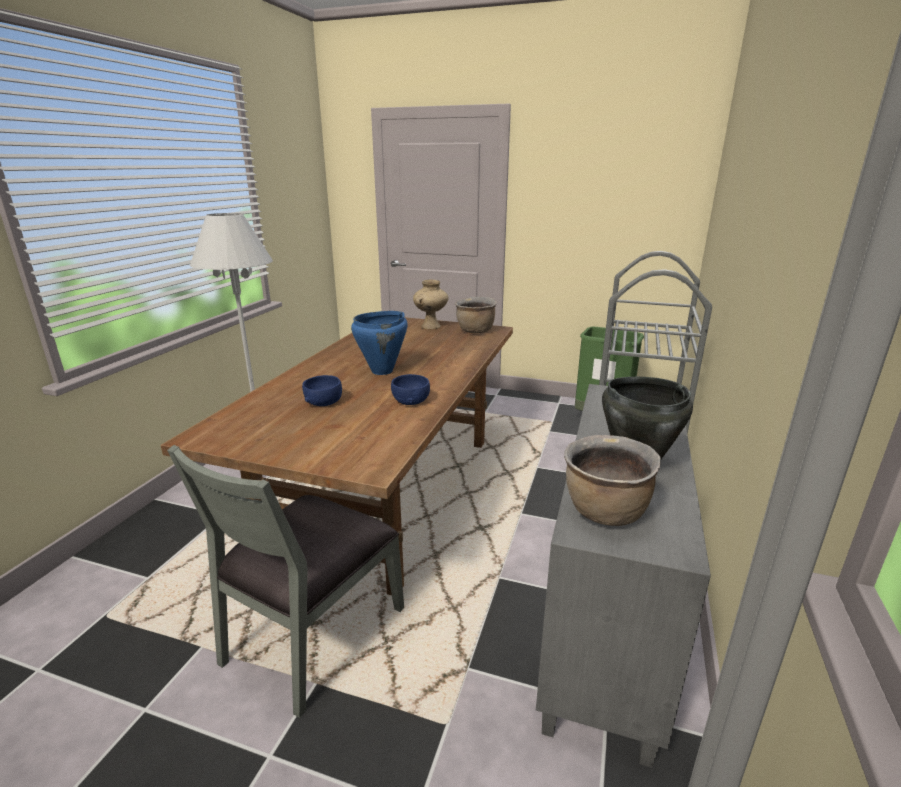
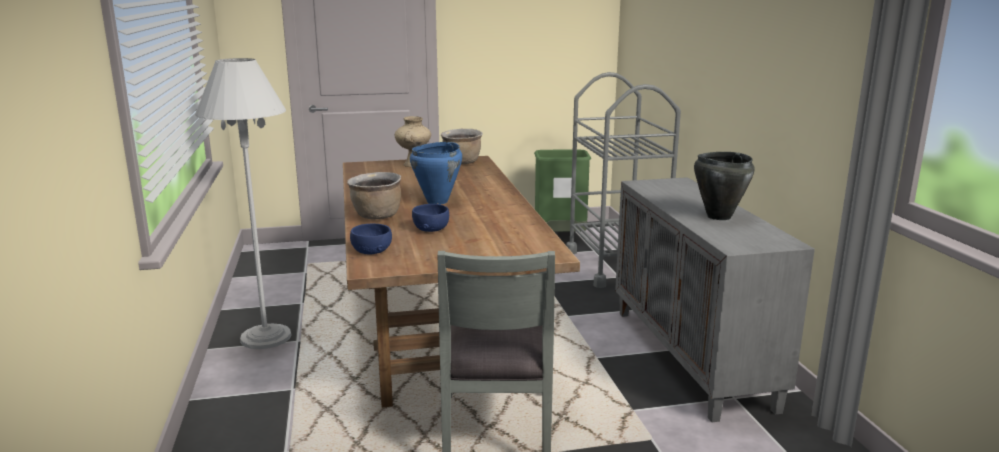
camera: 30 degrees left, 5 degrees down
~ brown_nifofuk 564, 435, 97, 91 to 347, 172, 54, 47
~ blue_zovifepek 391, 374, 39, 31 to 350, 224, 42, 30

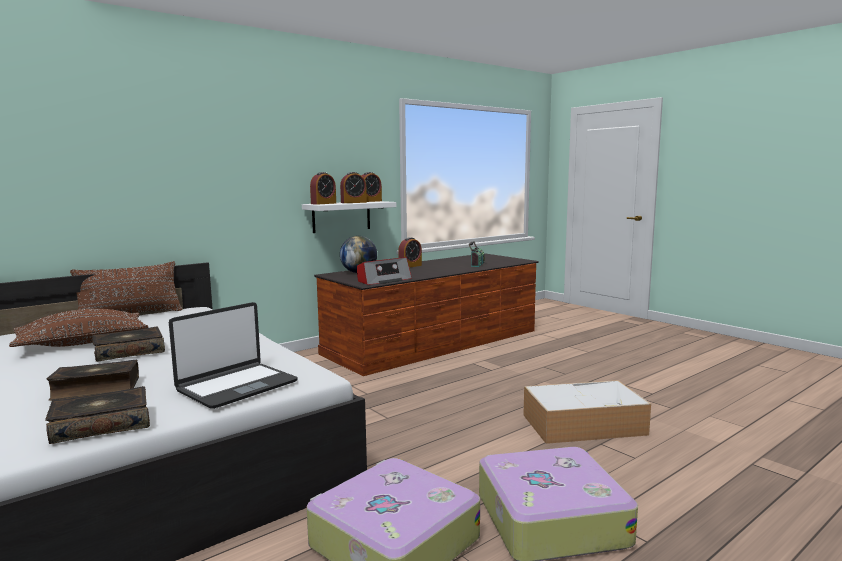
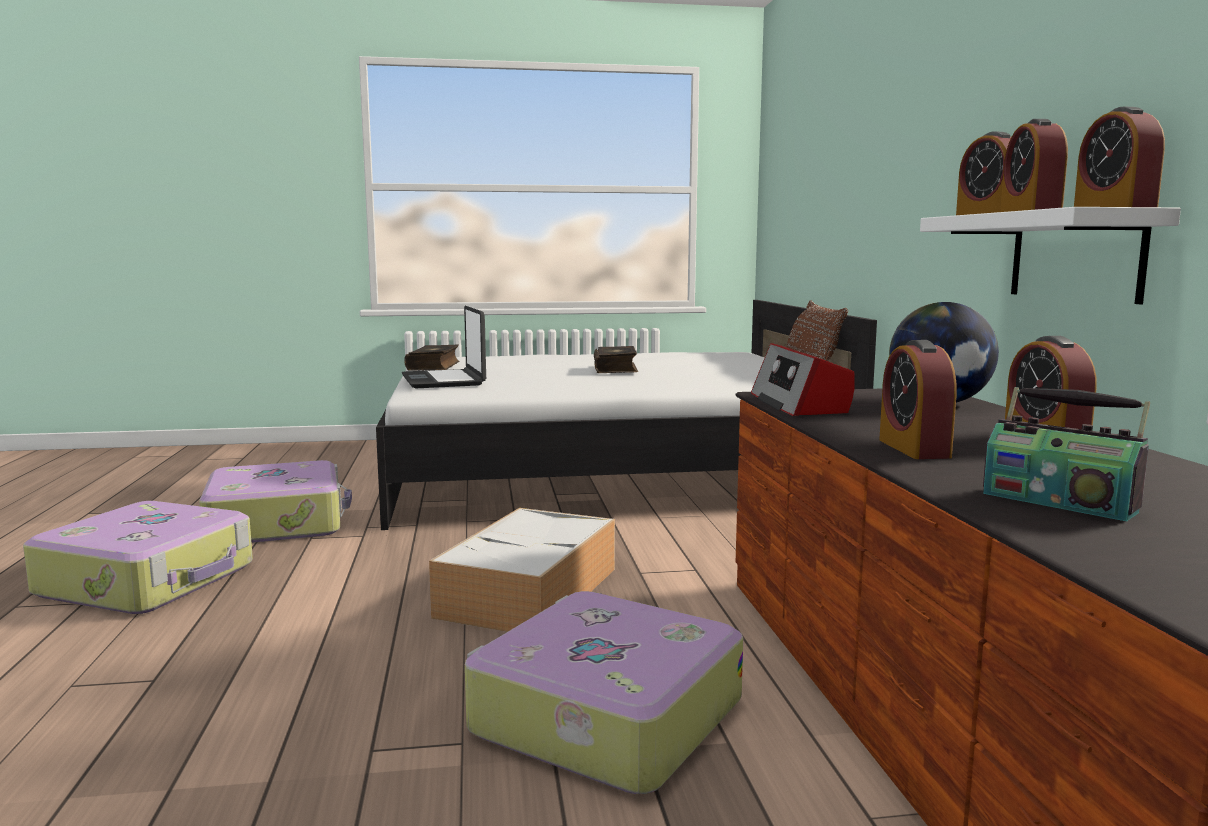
camera: 120 degrees right, 0 degrees up
~ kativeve 524, 380, 127, 64 to 429, 508, 186, 124
+ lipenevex 465, 591, 278, 203
+ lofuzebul 879, 340, 78, 119
- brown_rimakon 9, 309, 139, 38
- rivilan 46, 359, 93, 42

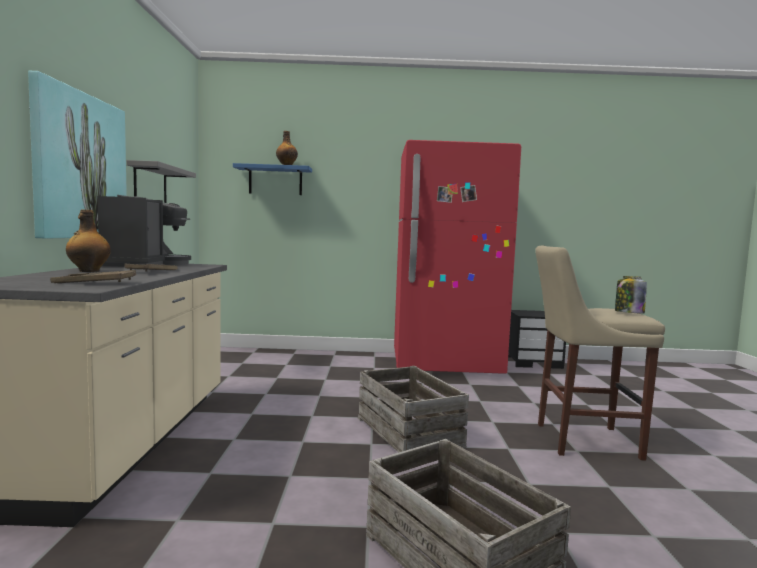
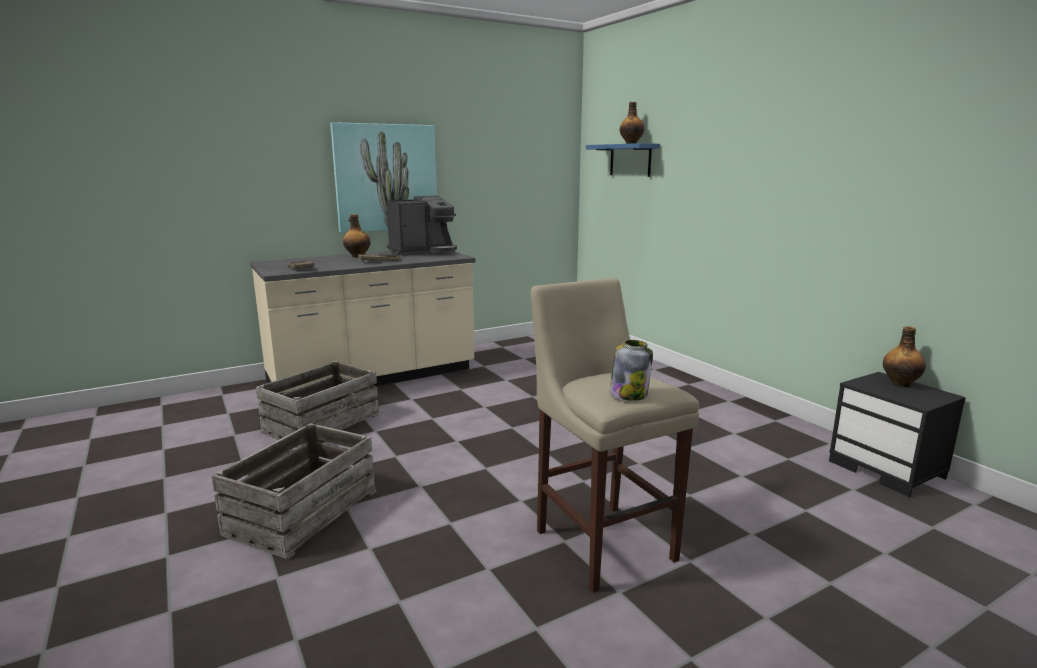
camera: 60 degrees right, 10 degrees up
~ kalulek 358, 366, 111, 87 to 256, 361, 123, 87
+ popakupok 883, 326, 43, 61
- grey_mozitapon 127, 160, 69, 43
- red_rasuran 394, 140, 127, 234

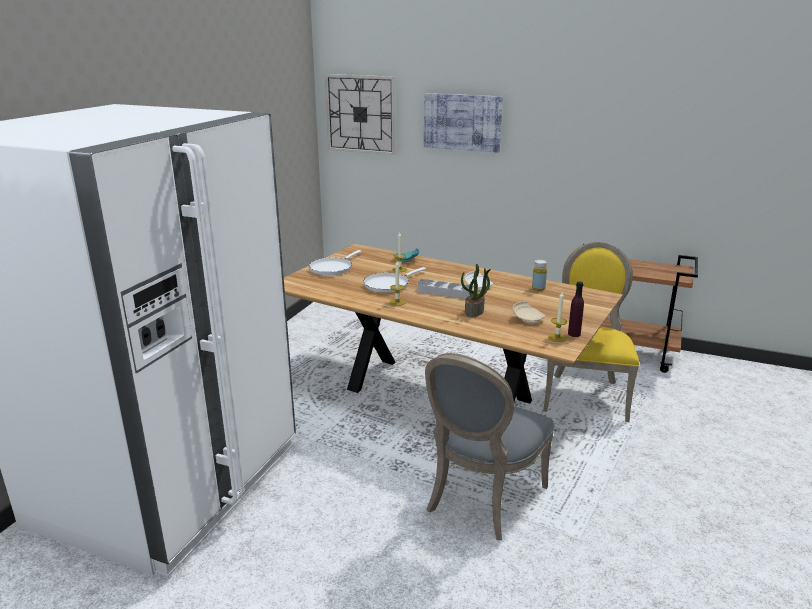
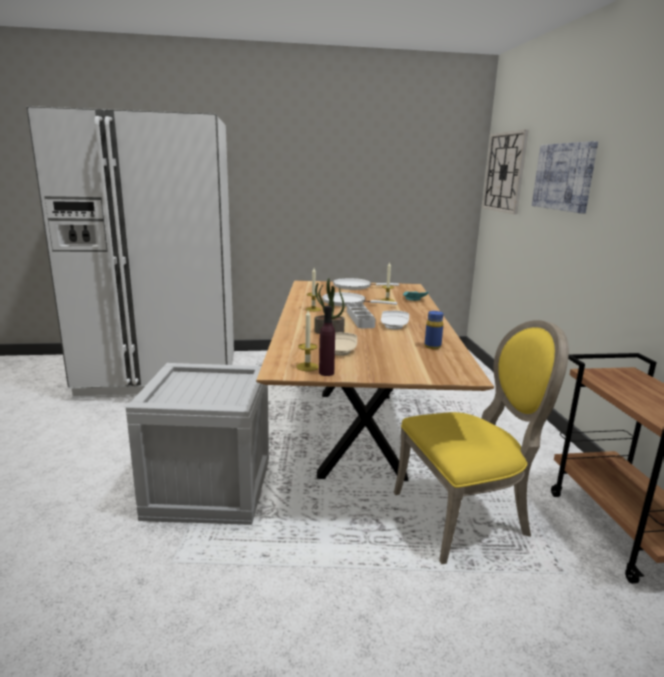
camera: 60 degrees right, 5 degrees down
~ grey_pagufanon 425, 353, 130, 187 to kalulek 126, 363, 143, 162
~ yellow_popakupok 532, 260, 15, 31 to blue_popakupok 425, 311, 18, 38

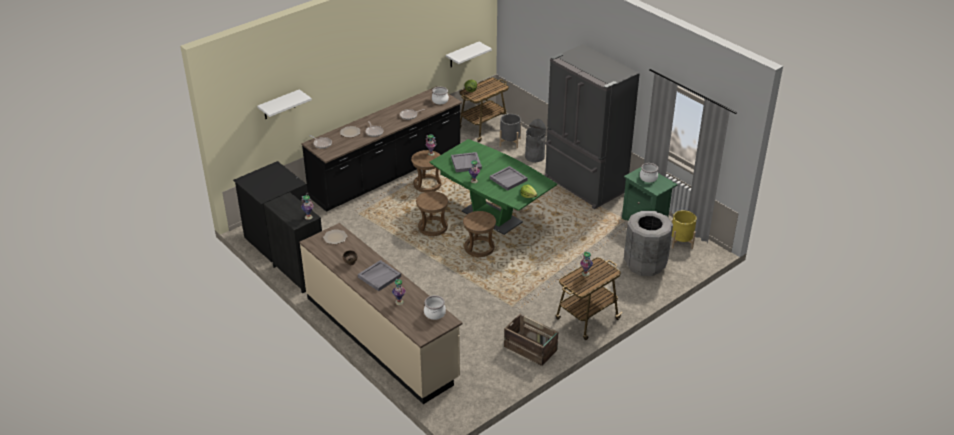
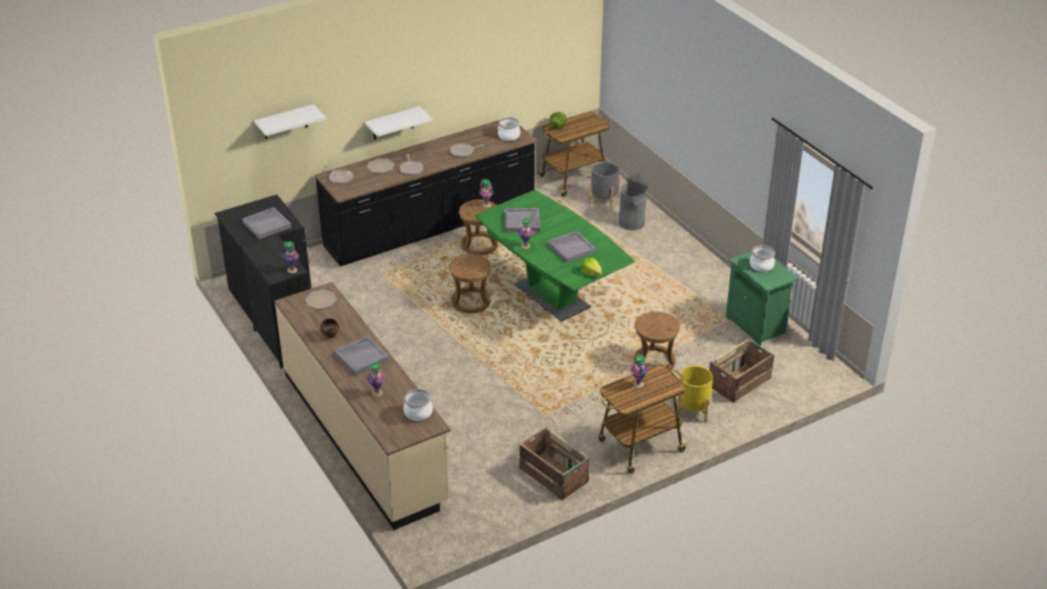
camera: 10 degrees right, 0 degrees up
+ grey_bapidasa 242, 207, 49, 32
~ white_mozitapon 446, 42, 46, 25 to 365, 106, 68, 33
~ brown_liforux 463, 211, 33, 46 to 634, 312, 46, 59
~ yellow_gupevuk 672, 210, 25, 39 to 677, 366, 36, 56
~ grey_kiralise 624, 211, 49, 65 to kalulek 709, 338, 65, 65
- grey_rasuran 545, 44, 95, 165

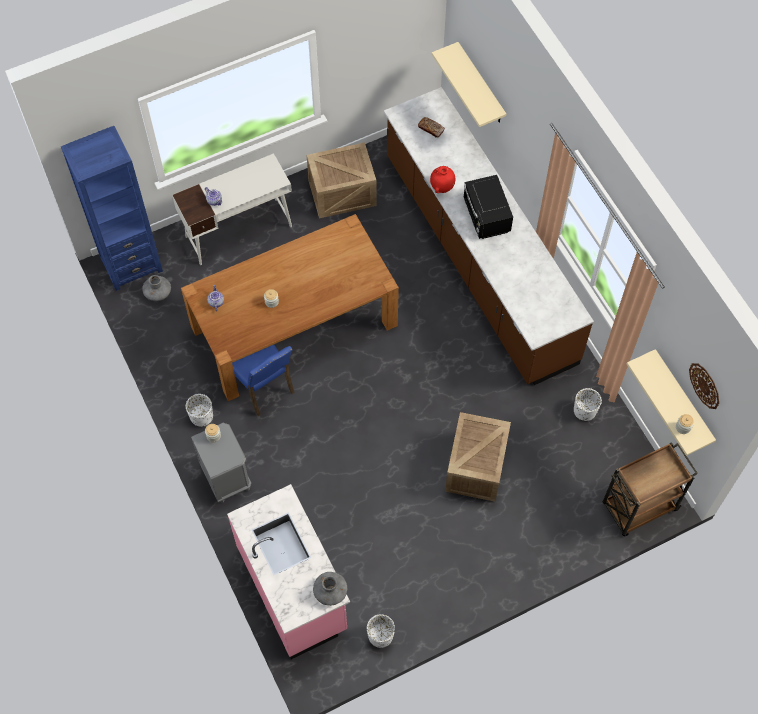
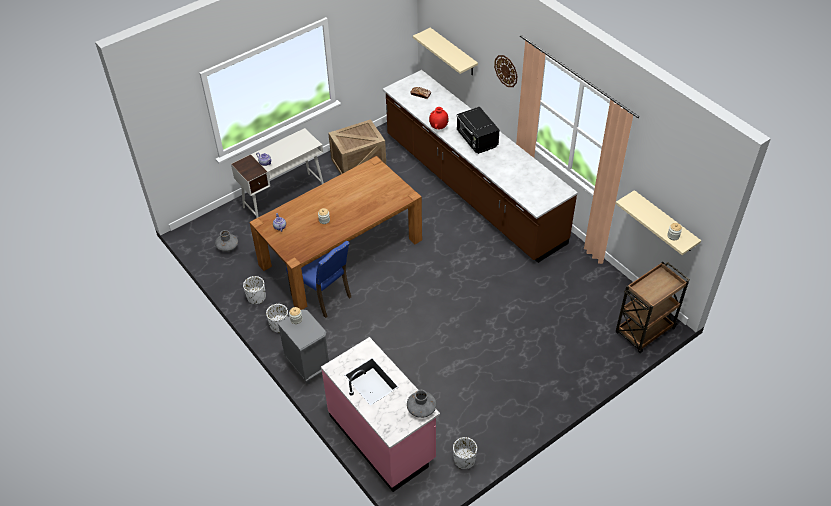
camera: 10 degrees left, 15 degrees down
~ white_gupevuk 574, 388, 28, 33 to 243, 276, 23, 28
~ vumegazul 689, 363, 30, 46 to 494, 55, 23, 32
- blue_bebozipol 61, 126, 102, 165
- kalulek 445, 412, 66, 90

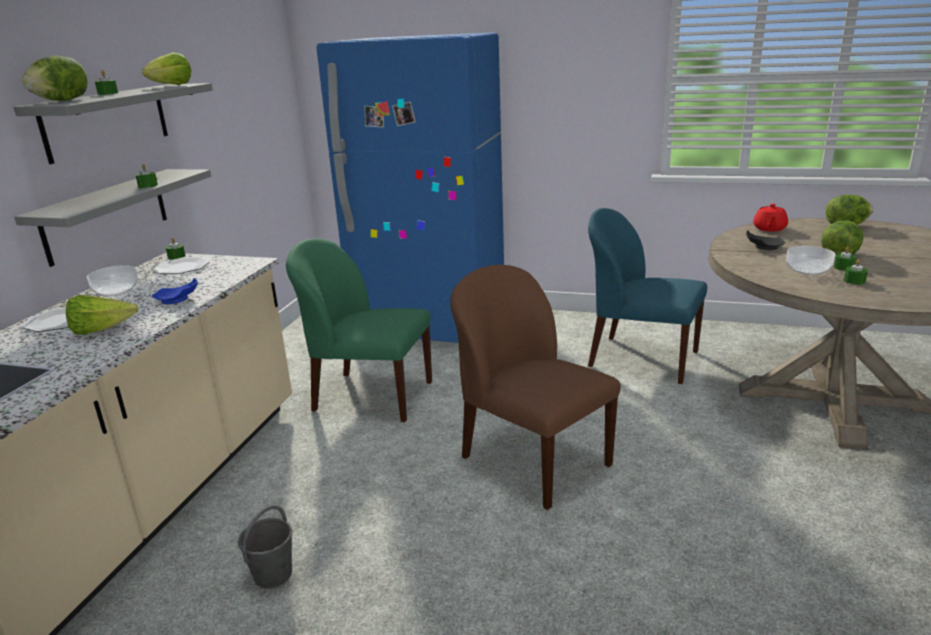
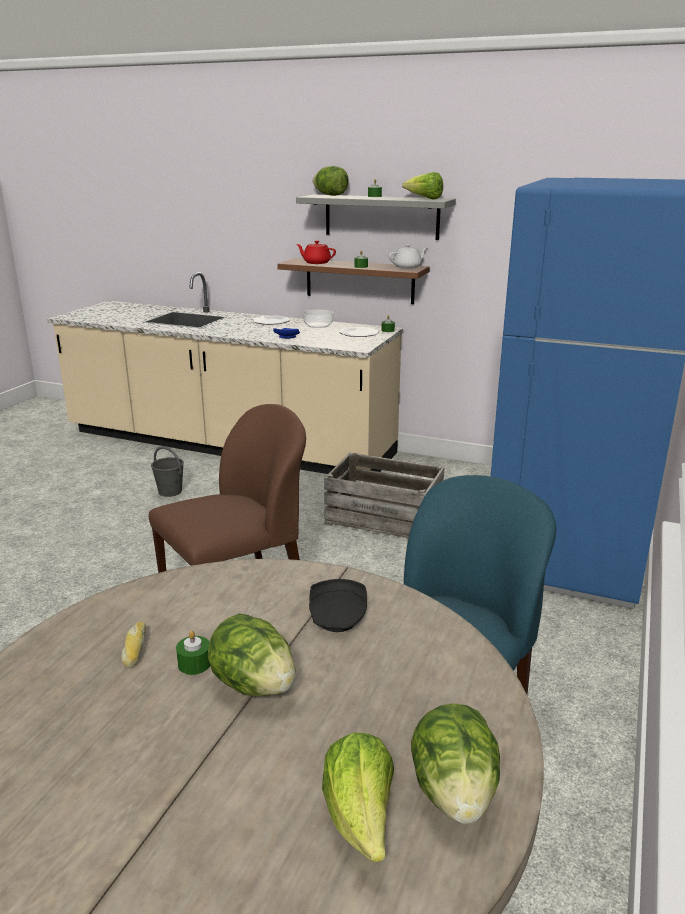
camera: 95 degrees right, 0 degrees up
~ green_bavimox 844, 259, 24, 26 to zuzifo 121, 622, 25, 46
~ grey_mozitapon 14, 169, 197, 98 to brown_mozitapon 277, 258, 153, 46
~ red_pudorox 753, 204, 35, 28 to 296, 241, 40, 23
~ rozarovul 66, 295, 72, 40 to 322, 732, 72, 131
~ green_pagufanon 286, 238, 146, 184 to kalulek 324, 452, 121, 86
+ white_pudorox 389, 244, 38, 25
- zovifepek 786, 246, 50, 29

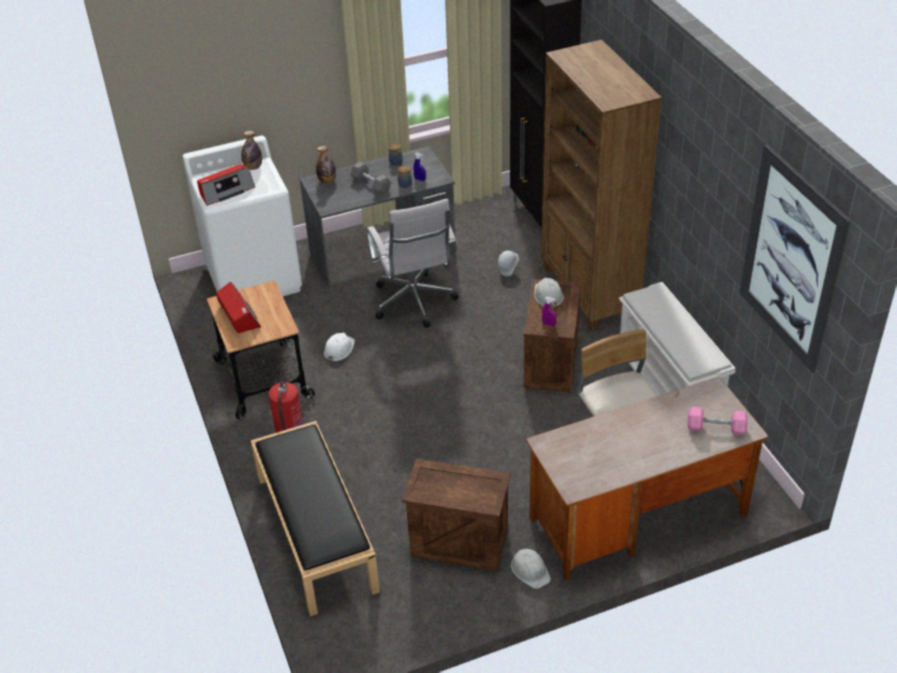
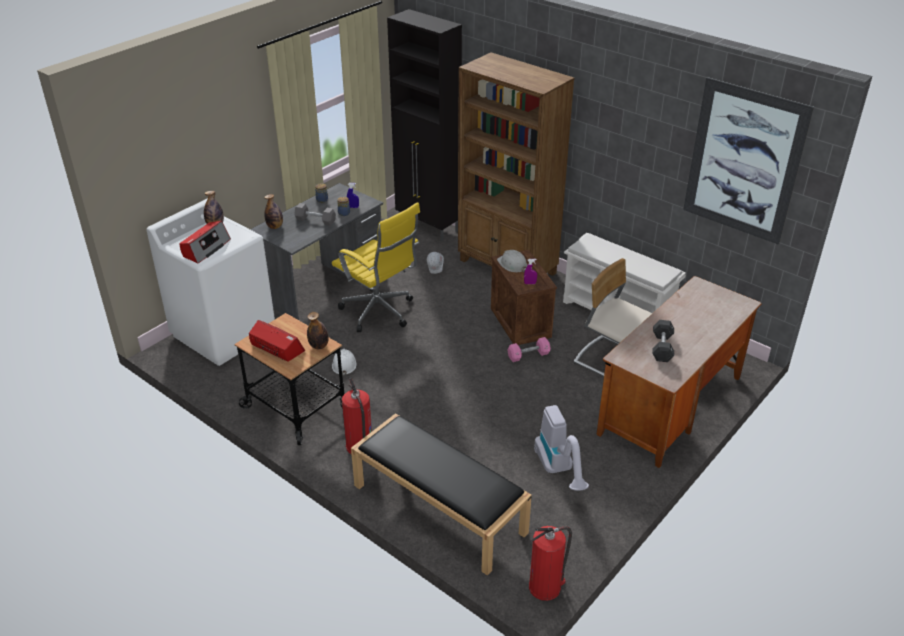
camera: 30 degrees left, 5 degrees down
+ popakupok 307, 312, 22, 37
~ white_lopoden 367, 198, 92, 130 to yellow_lopoden 332, 202, 88, 130
~ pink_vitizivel 688, 407, 60, 28 to 508, 337, 43, 25
+ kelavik 529, 526, 43, 75
~ kalulek 402, 458, 109, 113 to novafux 534, 405, 55, 86
+ black_vitizivel 652, 320, 22, 42
- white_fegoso 511, 549, 40, 40

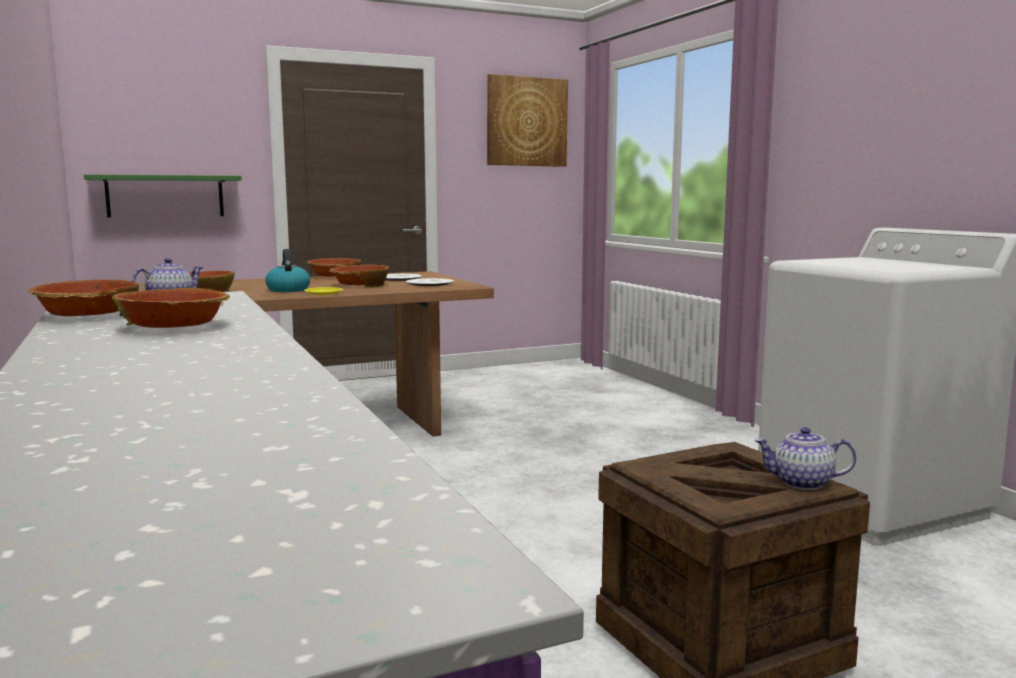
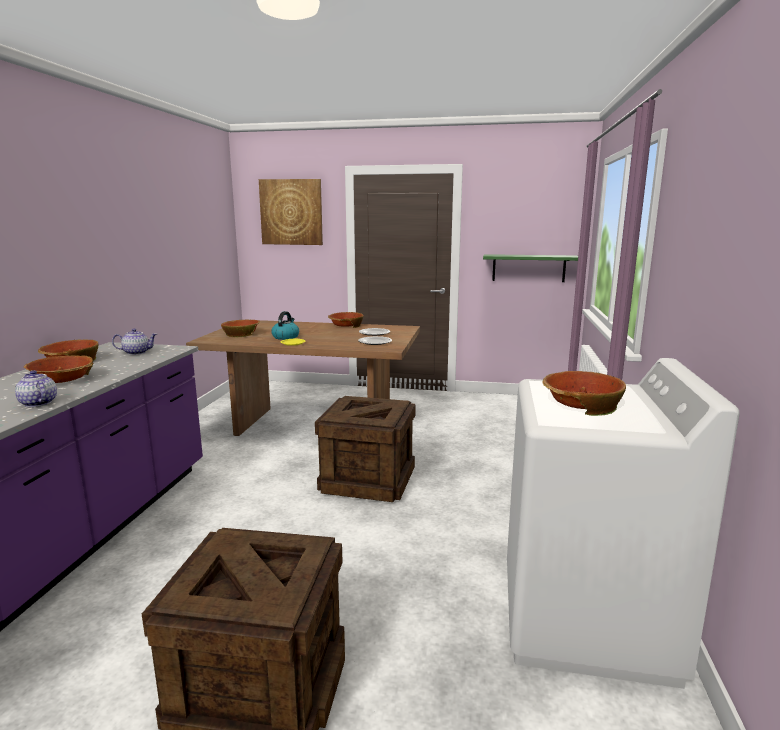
camera: 35 degrees right, 5 degrees up
~ pudorox 754, 427, 102, 63 to 15, 370, 42, 37
~ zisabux 487, 74, 81, 93 to 259, 179, 64, 66
+ kalulek 315, 396, 101, 106
~ green_mozitapon 84, 174, 158, 44 to 483, 254, 95, 28
~ zovifepek 329, 264, 60, 24 to 542, 371, 84, 45

